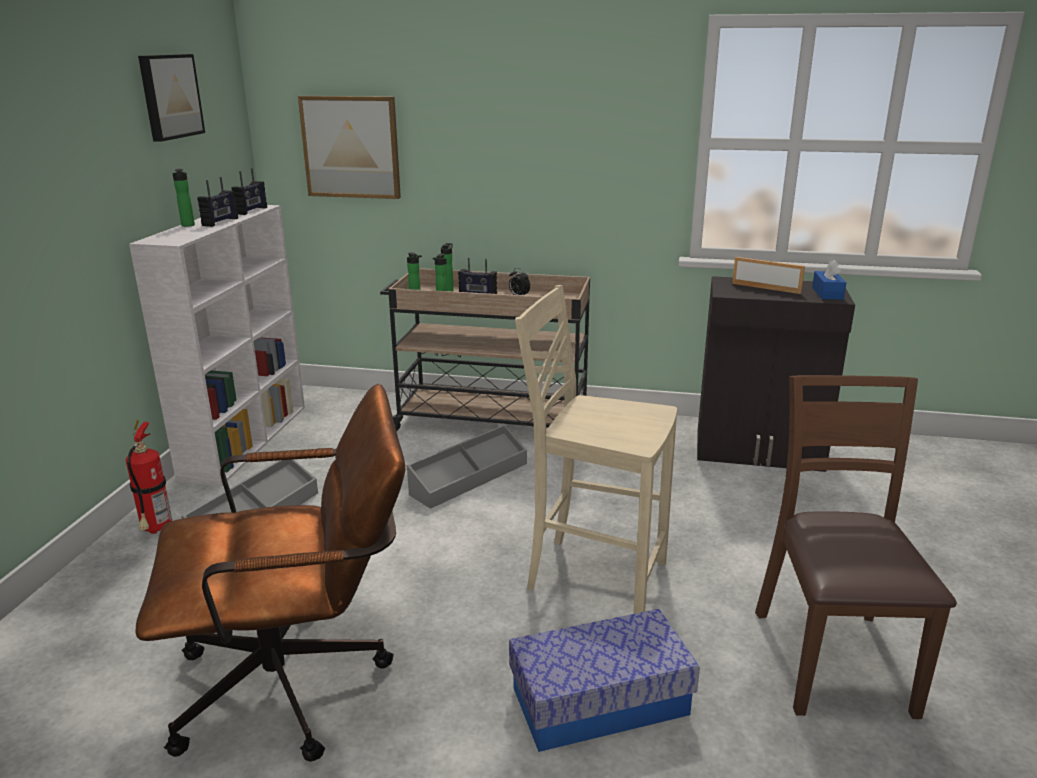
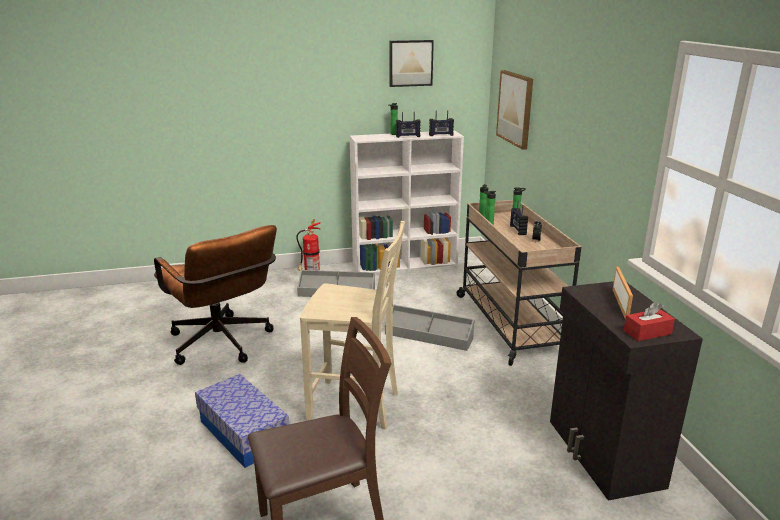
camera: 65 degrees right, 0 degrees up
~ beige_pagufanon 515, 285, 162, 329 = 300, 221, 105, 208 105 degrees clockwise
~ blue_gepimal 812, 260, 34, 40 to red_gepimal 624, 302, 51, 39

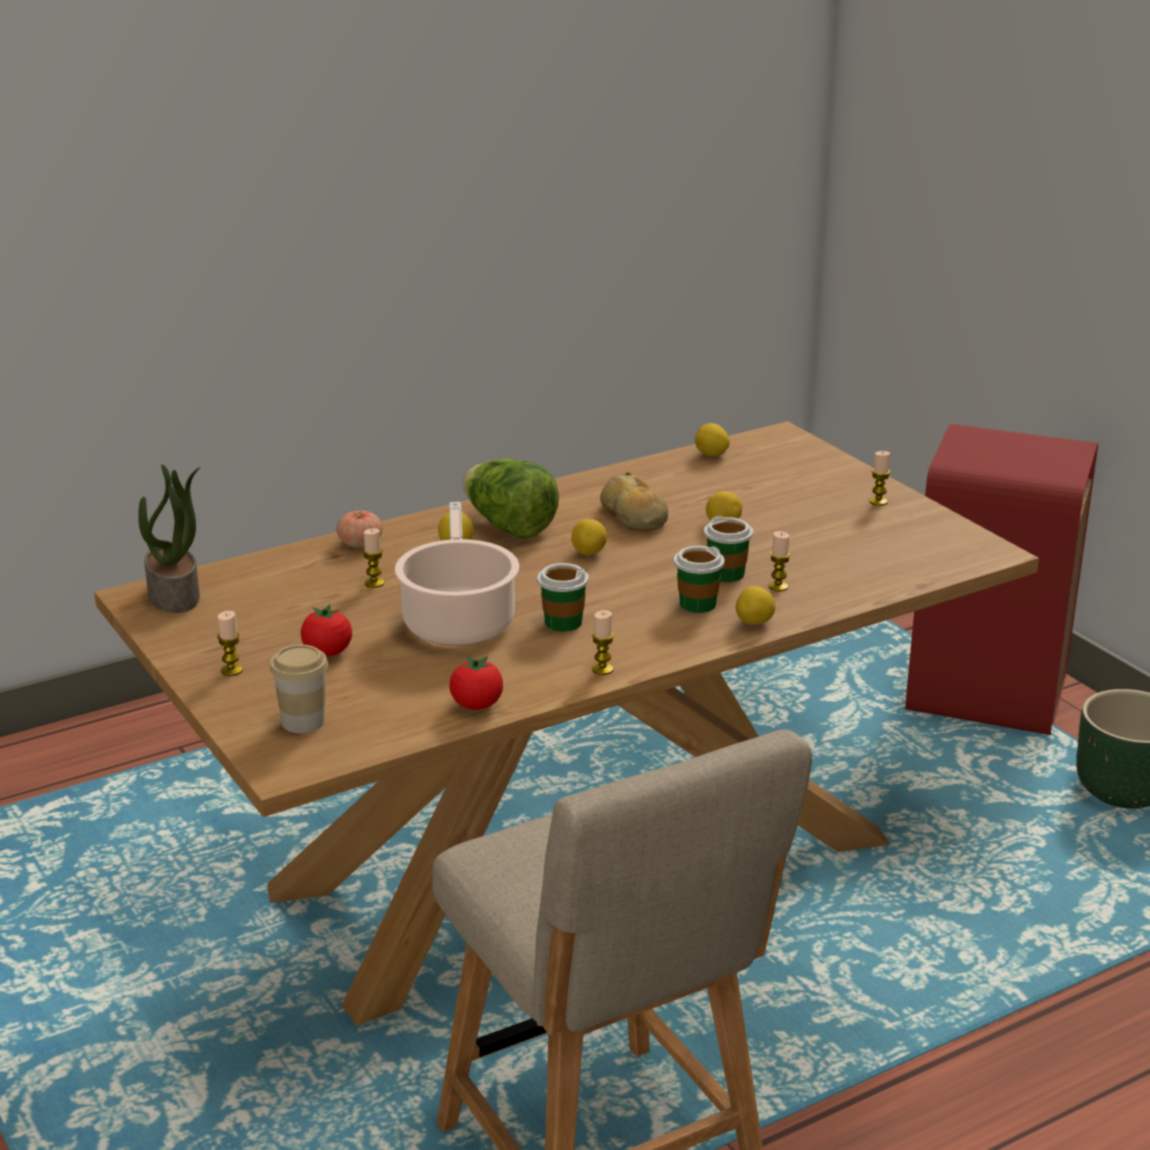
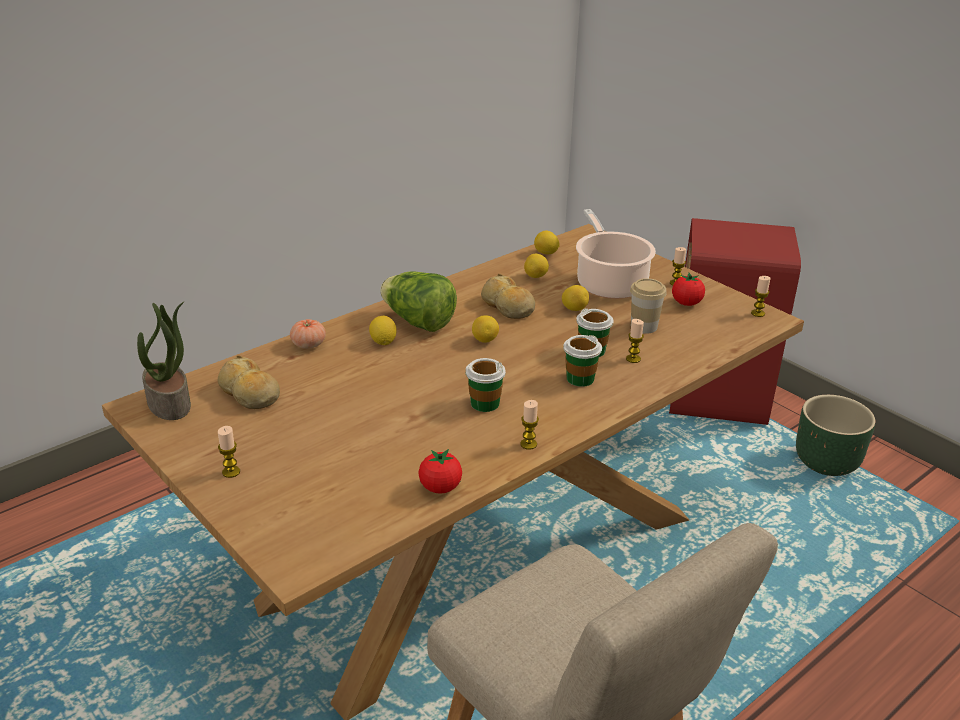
camera: 10 degrees left, 5 degrees up
+ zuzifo 218, 355, 62, 54
~ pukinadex 736, 586, 40, 39 to 524, 254, 25, 24
~ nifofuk 395, 502, 124, 144 to 576, 209, 80, 90
~ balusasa 270, 645, 58, 88 to 630, 278, 37, 56
~ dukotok 301, 604, 51, 53 to 672, 273, 33, 33
~ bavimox 363, 528, 21, 60 to 751, 276, 20, 41

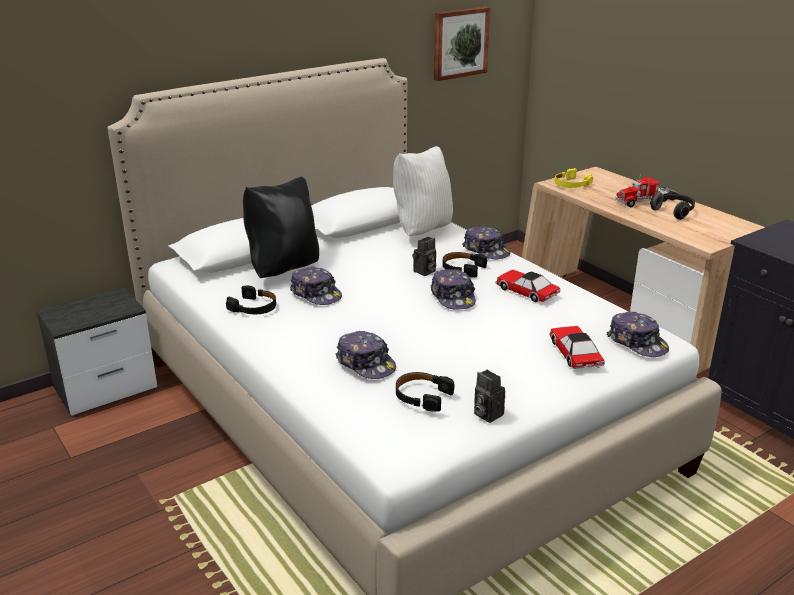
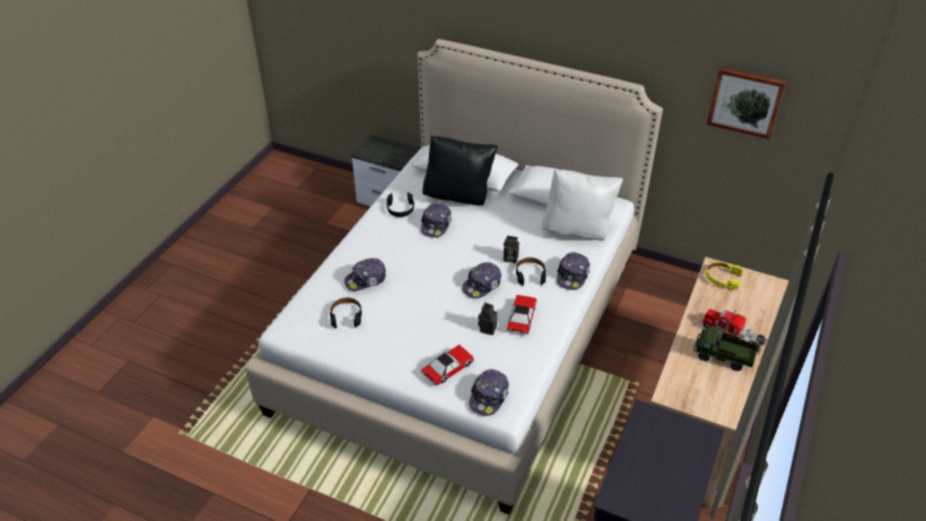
camera: 60 degrees right, 15 degrees up
~ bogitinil 336, 331, 60, 48 = 344, 258, 42, 33 45 degrees clockwise
~ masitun 474, 369, 31, 54 to 478, 302, 19, 33
~ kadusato 650, 192, 45, 28 to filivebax 693, 326, 66, 45

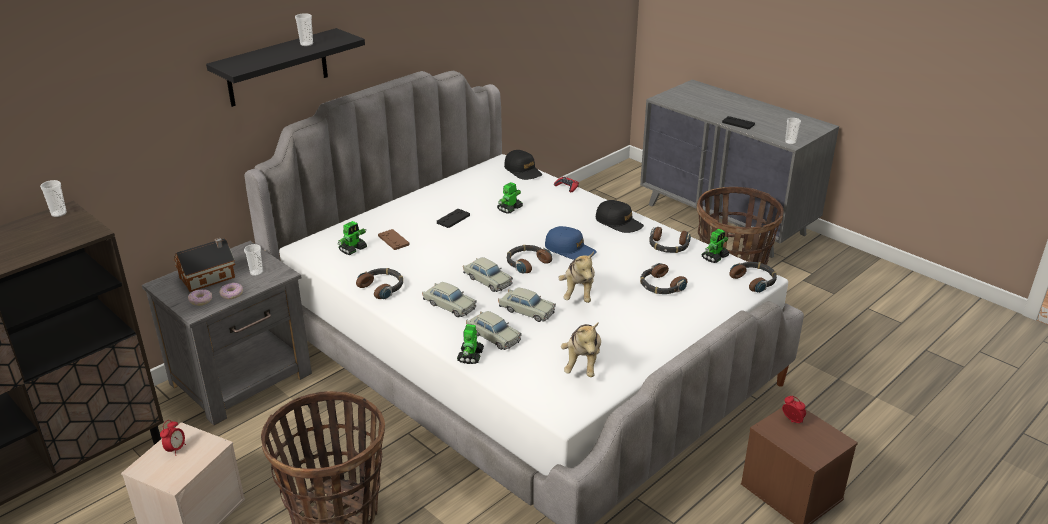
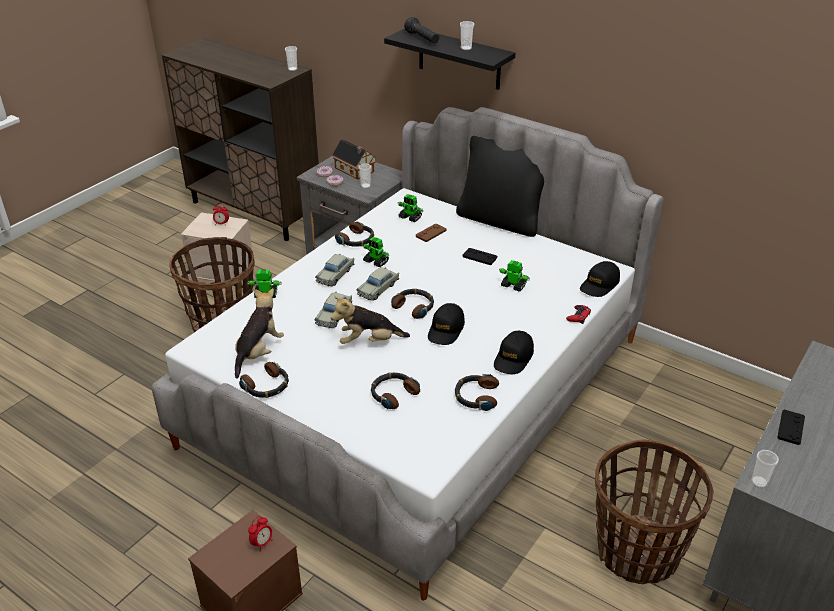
camera: 80 degrees right, 5 degrees up
~ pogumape 561, 323, 40, 54 = 235, 288, 49, 91 120 degrees clockwise
~ kadusato 729, 262, 48, 31 to 239, 362, 50, 36
~ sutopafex 701, 229, 29, 34 to 363, 237, 26, 30
+ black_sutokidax 404, 17, 35, 27
~ blue_bogitinil 545, 226, 52, 34 to black_bogitinil 428, 303, 37, 42
+ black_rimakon 456, 136, 88, 101
- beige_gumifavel 466, 311, 56, 39

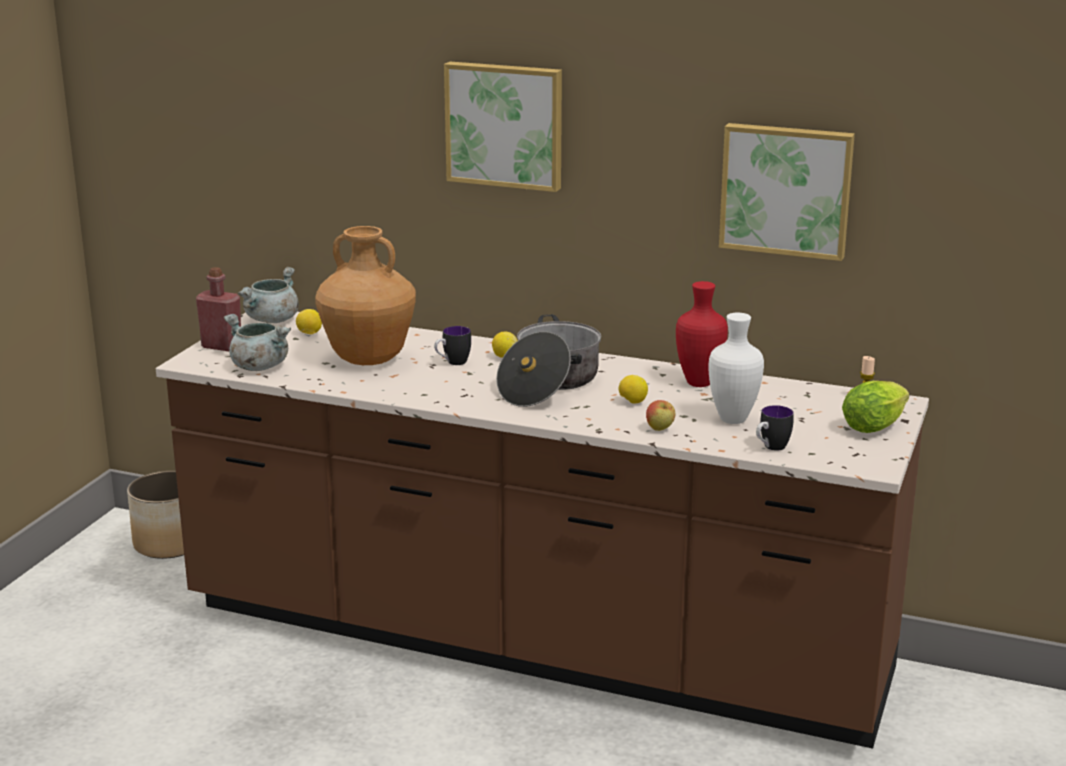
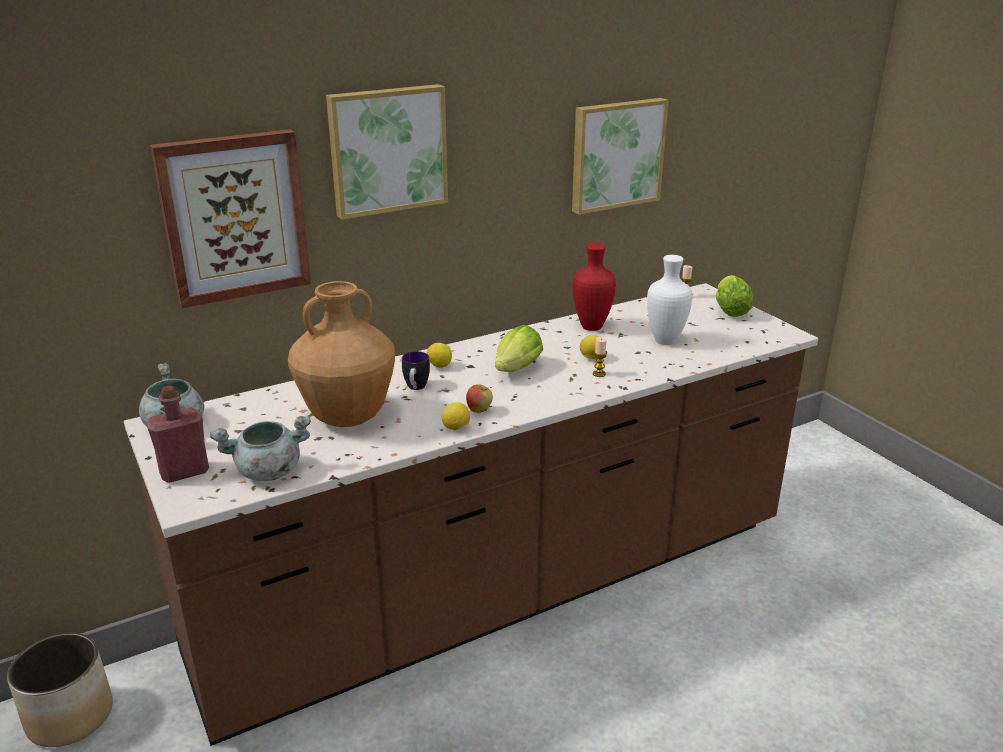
camera: 50 degrees left, 5 degrees up
+ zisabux 150, 129, 161, 179
~ pukinadex 296, 309, 26, 25 to 442, 402, 28, 28
~ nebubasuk 646, 400, 29, 31 to 466, 384, 27, 29
~ nifofuk 496, 314, 105, 93 to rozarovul 495, 325, 48, 47
+ bavimox 593, 337, 14, 40
- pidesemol 756, 405, 38, 46

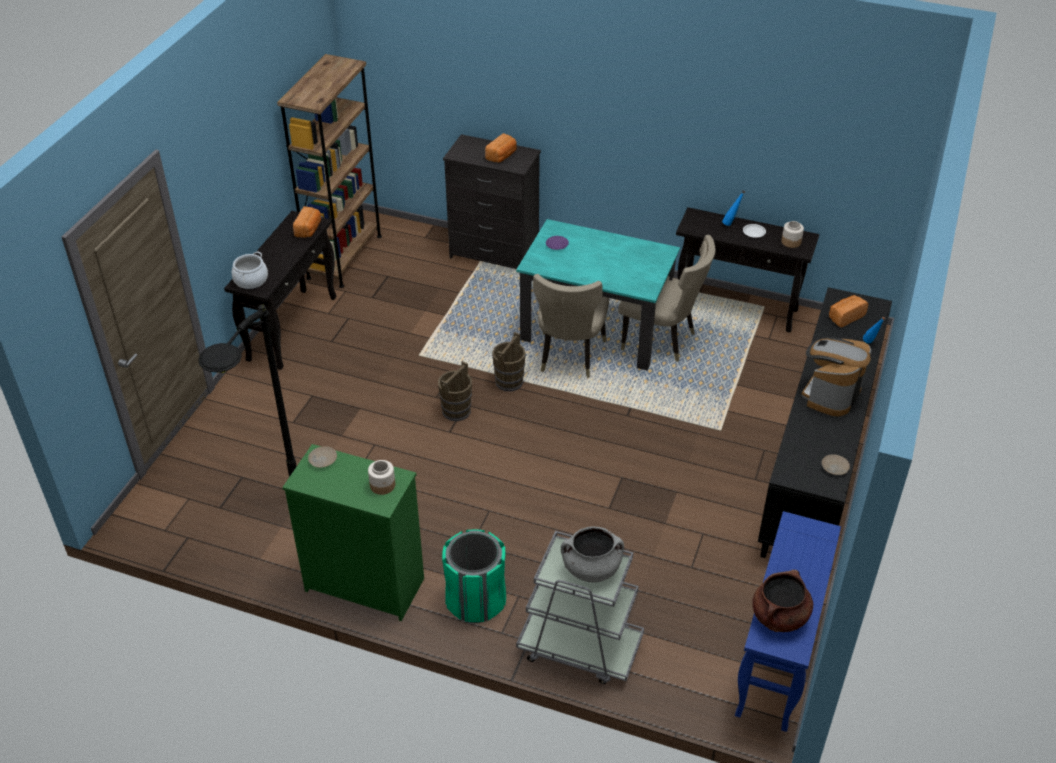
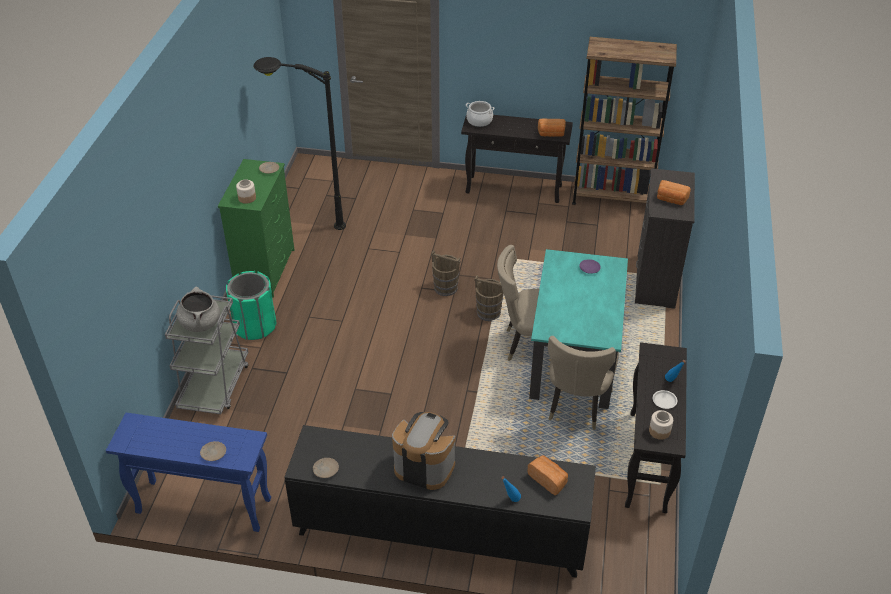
camera: 80 degrees right, 0 degrees up
+ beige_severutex 200, 441, 26, 20
- brown_nifofuk 752, 570, 61, 62

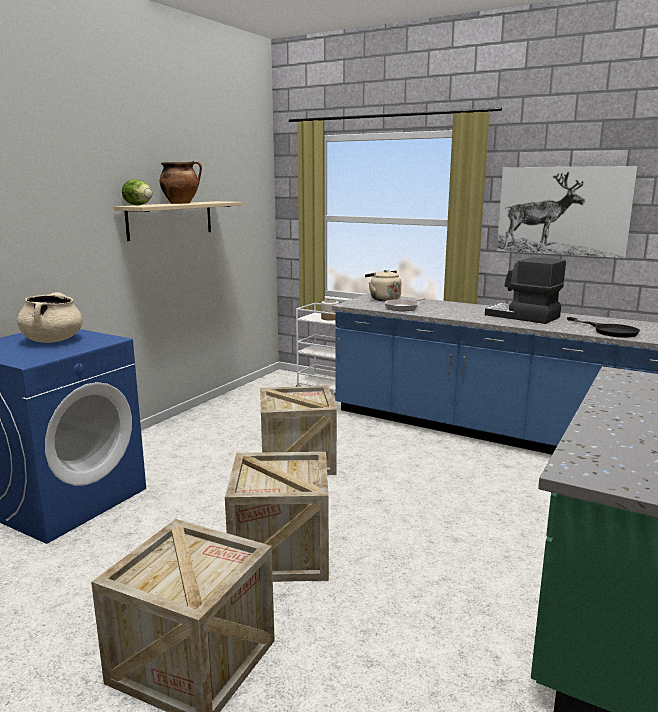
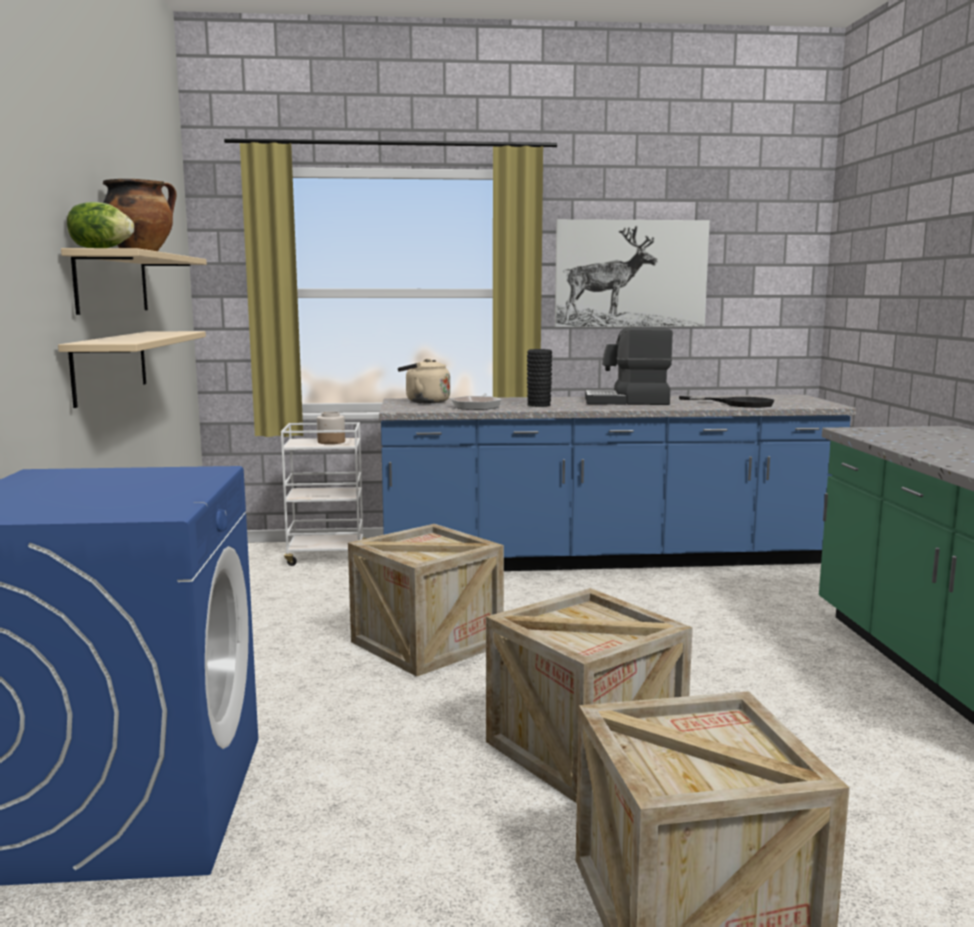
camera: 35 degrees left, 5 degrees down
+ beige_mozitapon 58, 331, 148, 77
+ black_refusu 527, 349, 25, 58
- beige_nifofuk 17, 292, 65, 51

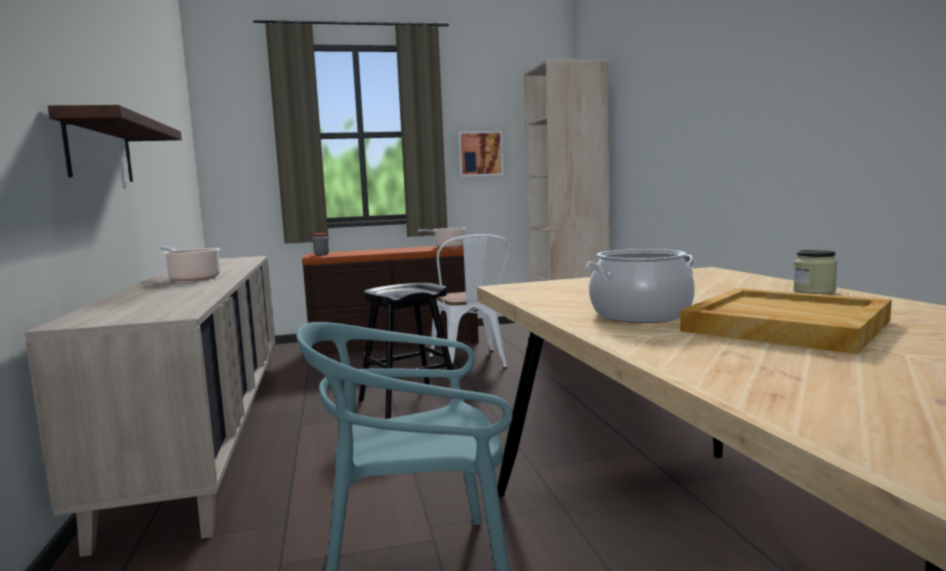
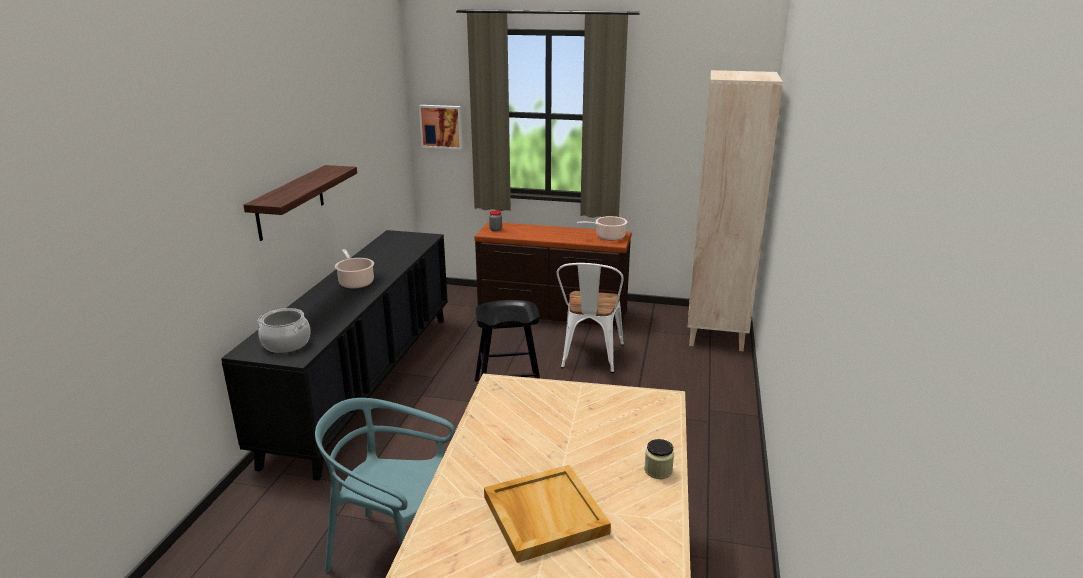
camera: 25 degrees right, 15 degrees up
~ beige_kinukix 25, 256, 251, 301 to black_kinukix 221, 230, 227, 251
~ nifofuk 585, 249, 110, 74 to 258, 308, 53, 45
~ zisabux 458, 131, 46, 46 to 419, 105, 44, 45

